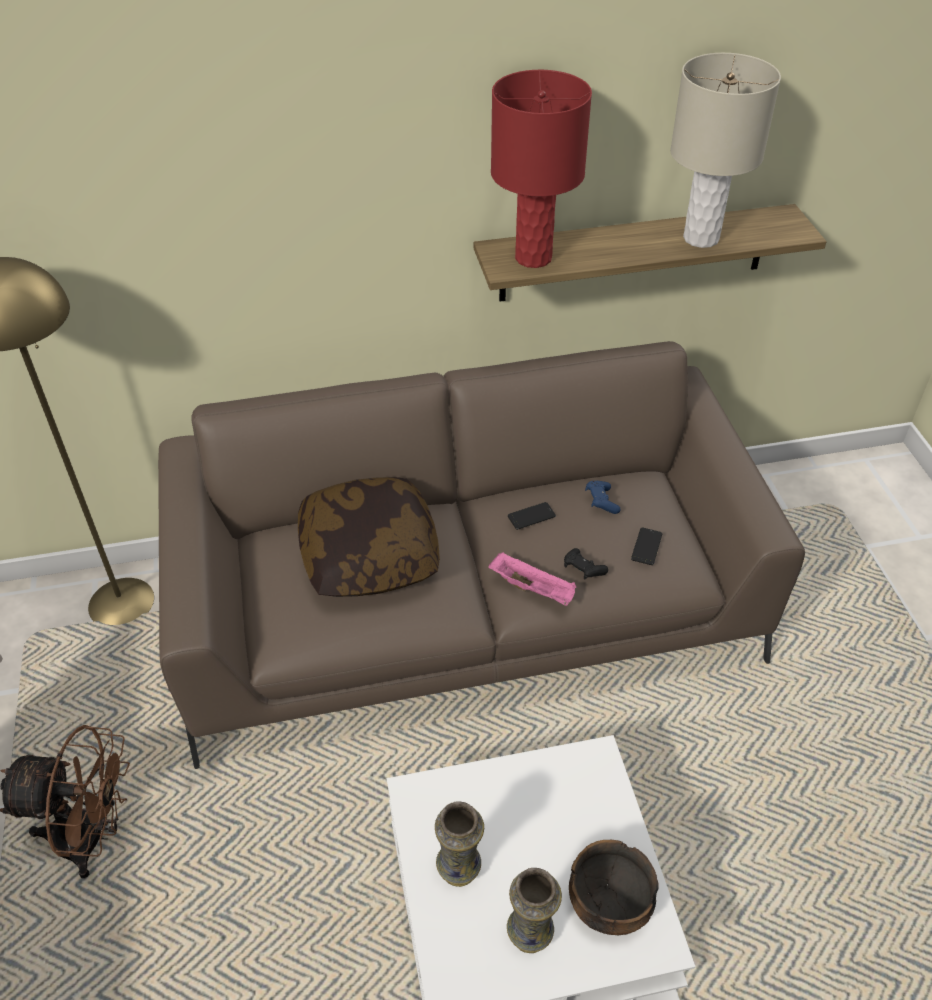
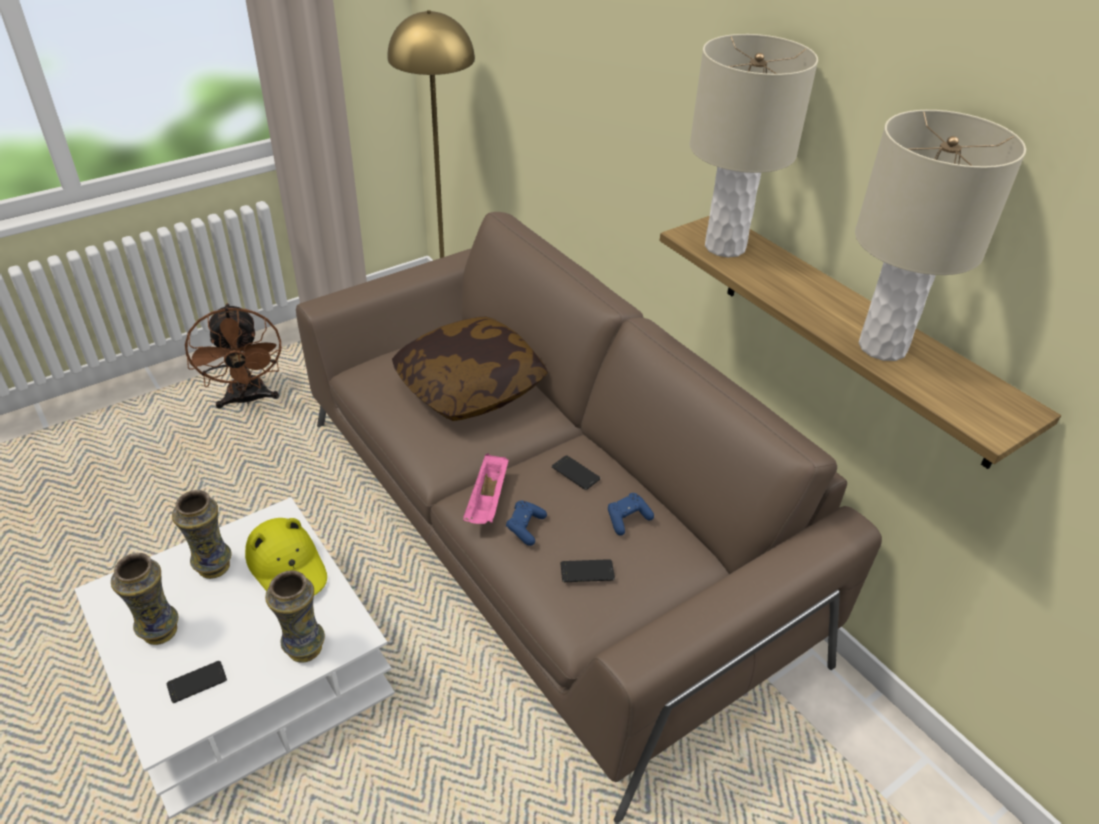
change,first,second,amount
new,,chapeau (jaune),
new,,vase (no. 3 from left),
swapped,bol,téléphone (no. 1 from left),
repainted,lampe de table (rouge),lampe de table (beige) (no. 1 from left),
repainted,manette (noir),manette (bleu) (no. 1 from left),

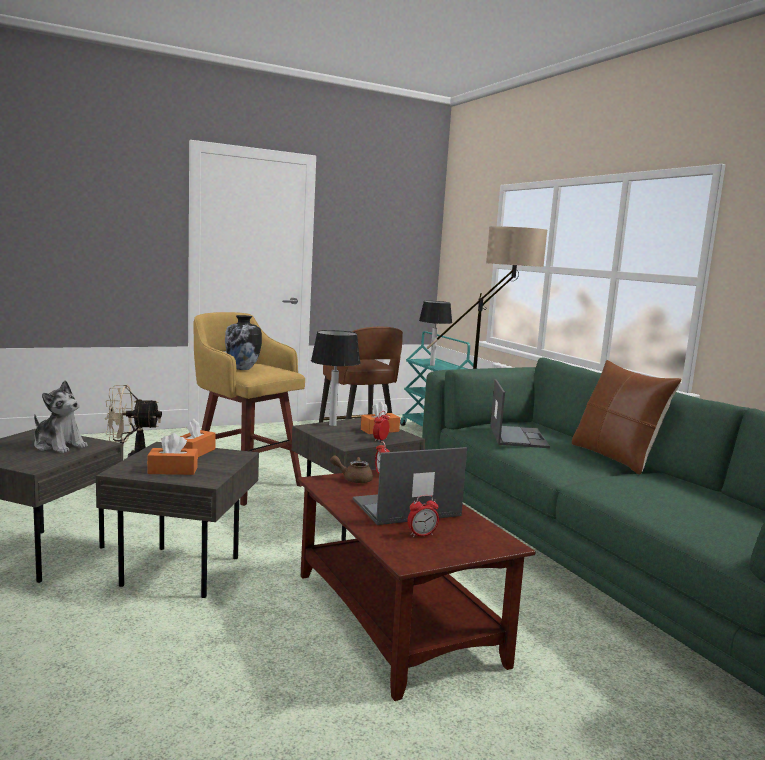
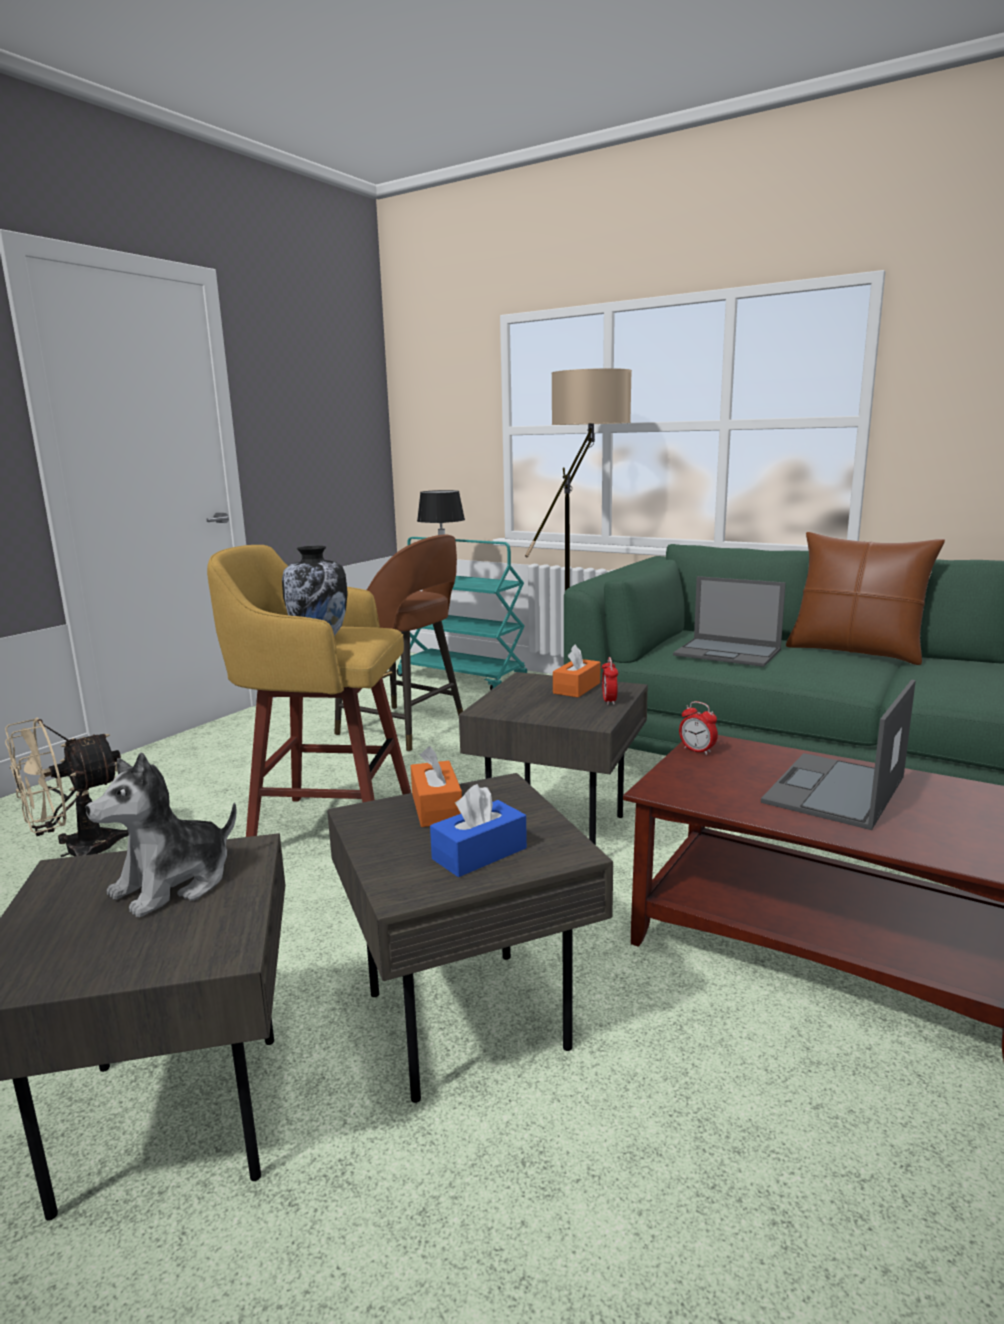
change,first,second,amount
gone,lampe de table (no. 1 from left),,
gone,théière (marron),,
gone,réveil (no. 3 from left),,
repainted,boîte à mouchoirs (orange) (no. 1 from left),boîte à mouchoirs (bleu),
rotated,peluche,,135 degrees clockwise
rotated,ordinateur portable (no. 2 from left in the first image),ordinateur portable (no. 1 from left),150 degrees clockwise

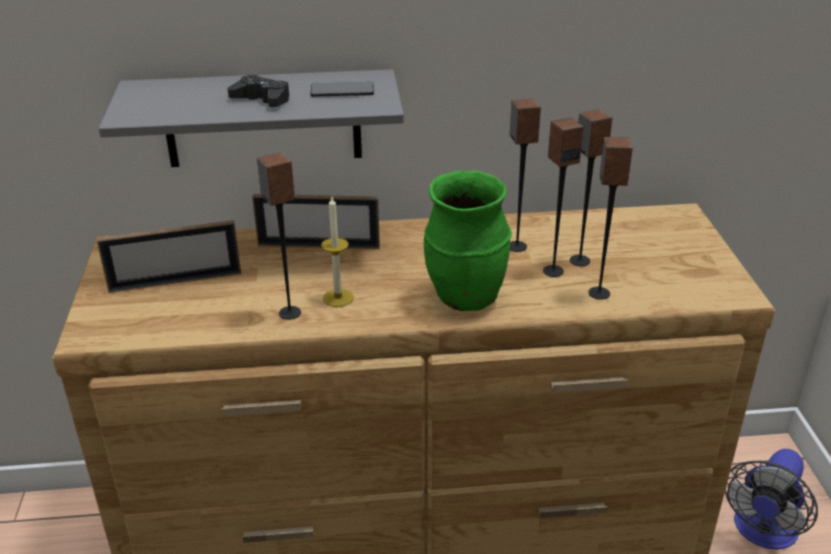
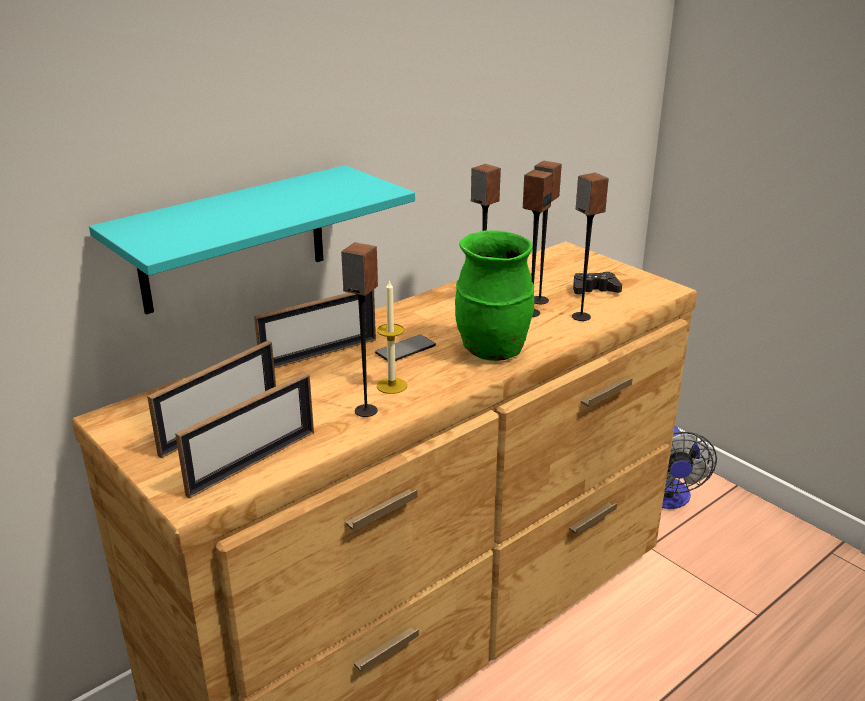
change,first,second,amount
new,,cadre photo (no. 2 from left),
shifted,manette (noir),,
shifted,téléphone,,
repainted,étagère (gris),étagère (turquoise),

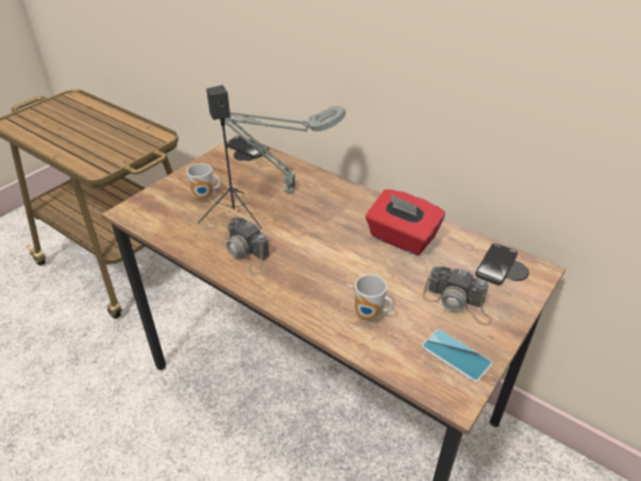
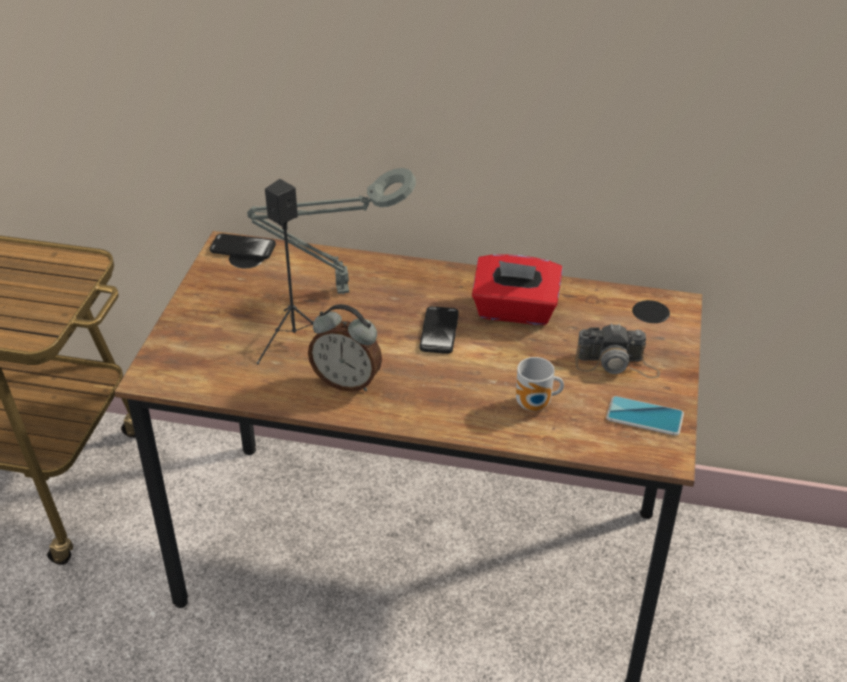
change,first,second,amount
gone,mug (no. 1 from left),,
shifted,téléphone (no. 3 from left in the first image),téléphone (no. 2 from left),
swapped,appareil photo (no. 1 from left),réveil,

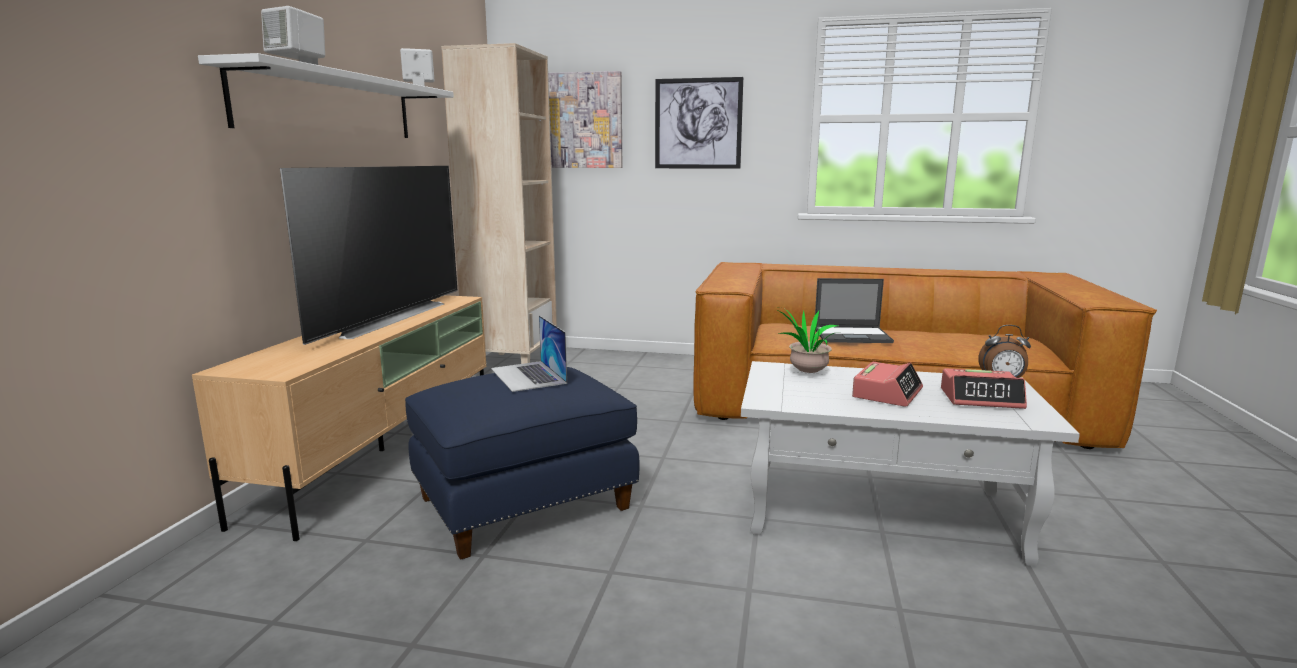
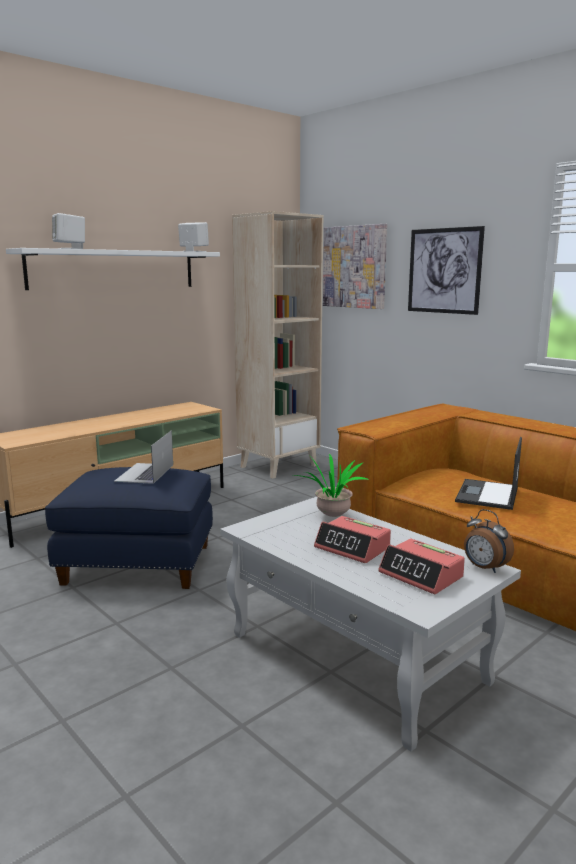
change,first,second,amount
gone,téléviseur,,
rotated,ordinateur portable (no. 2 from left),,75 degrees clockwise
rotated,réveil (no. 1 from left),,60 degrees clockwise

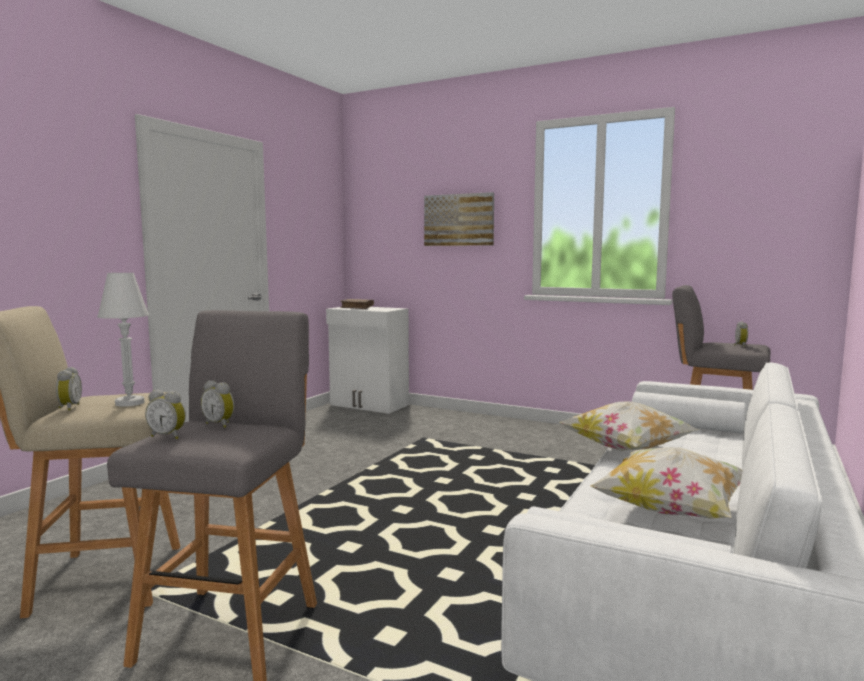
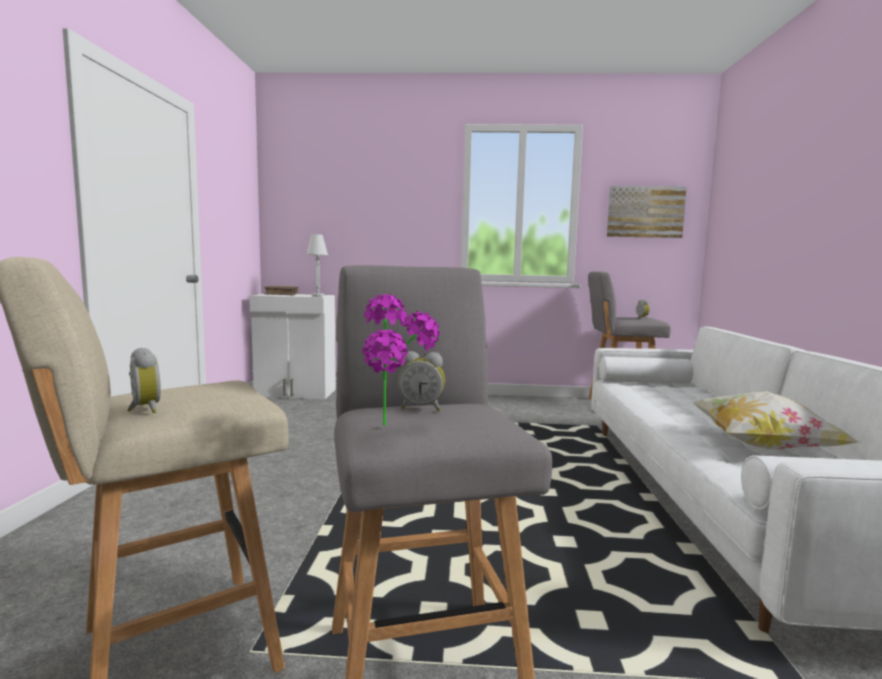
change,first,second,amount
gone,coussin (no. 1 from left),,
shifted,lampe de table (blanc),,
shifted,tableau,,
swapped,réveil (no. 2 from left),plante en pot,

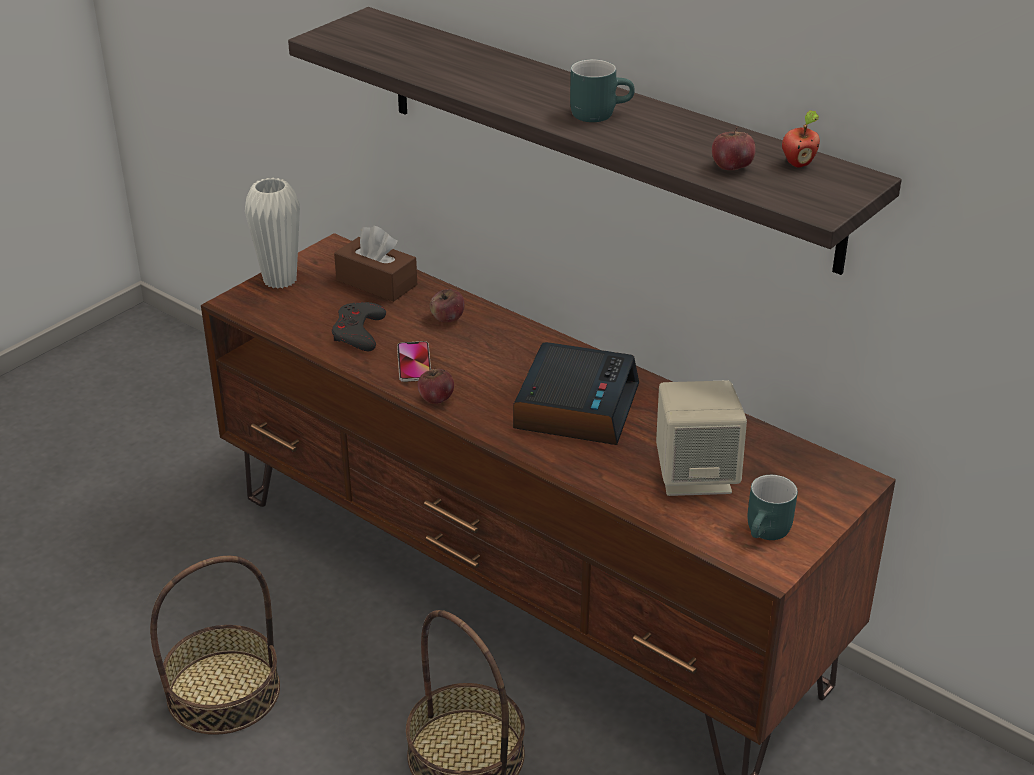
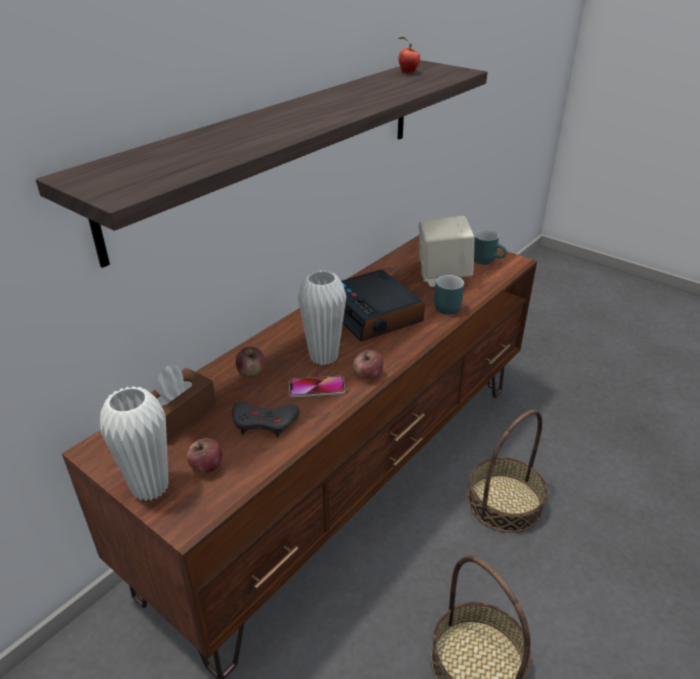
change,first,second,amount
new,,vase (blanc) (no. 2 from left),
shifted,mug (turquoise) (no. 1 from left),,
shifted,pomme (no. 3 from left in the first image),pomme (no. 1 from left),
rotated,réveil,,135 degrees counterclockwise

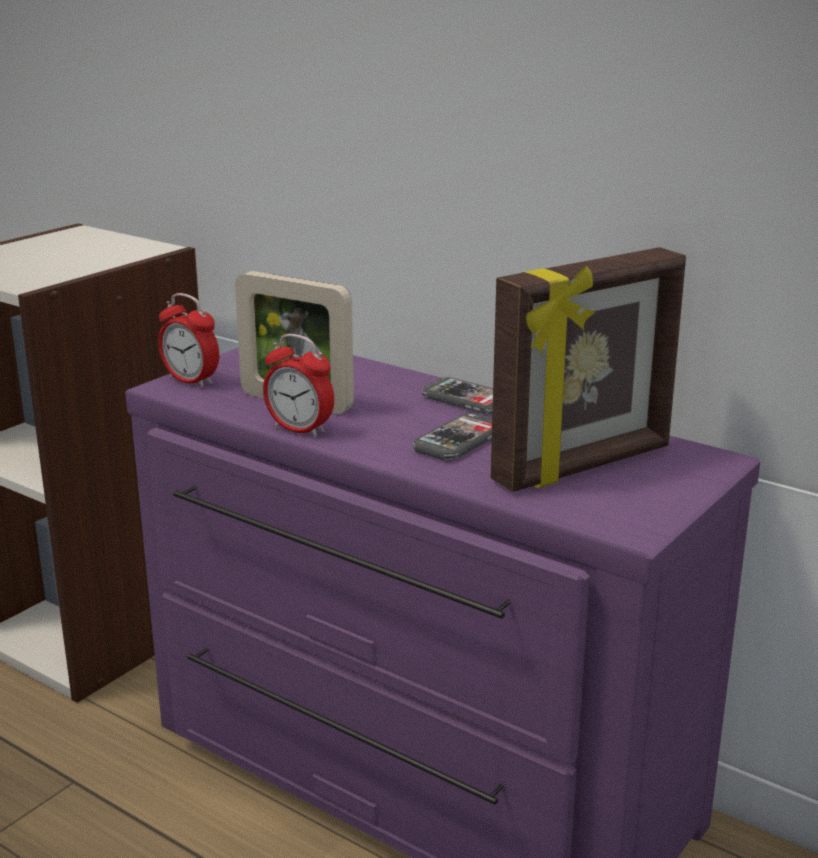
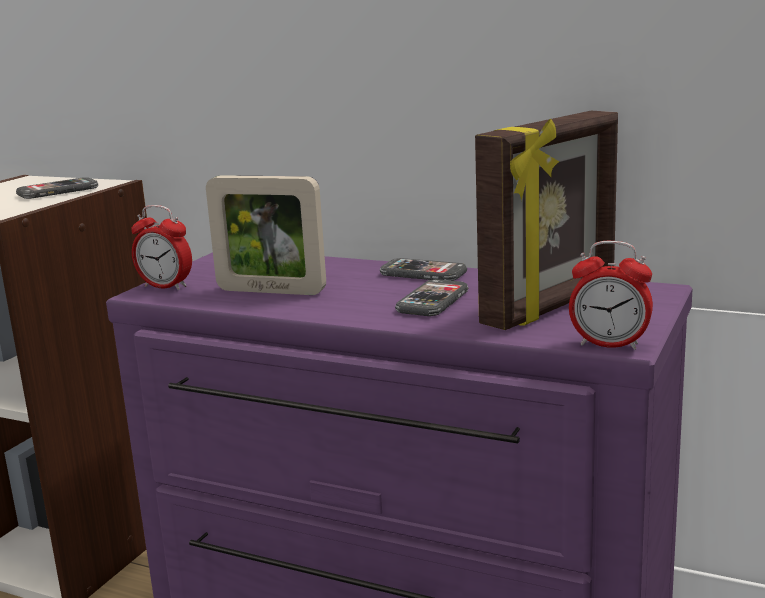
change,first,second,amount
new,,téléphone (no. 1 from left),
shifted,réveil (no. 2 from left),,

